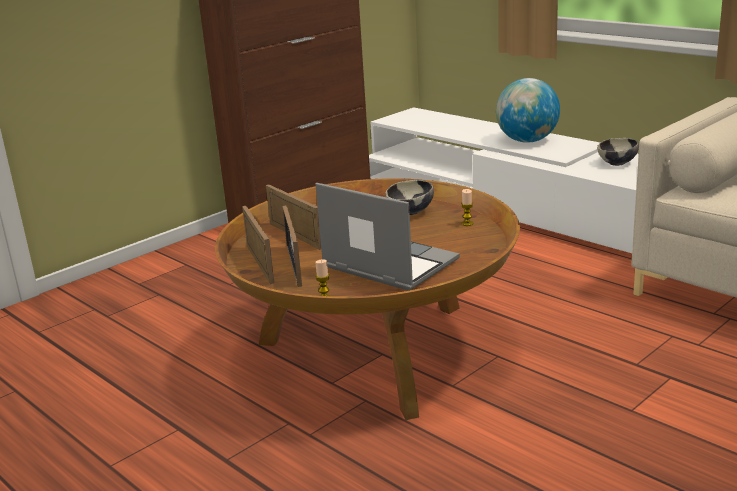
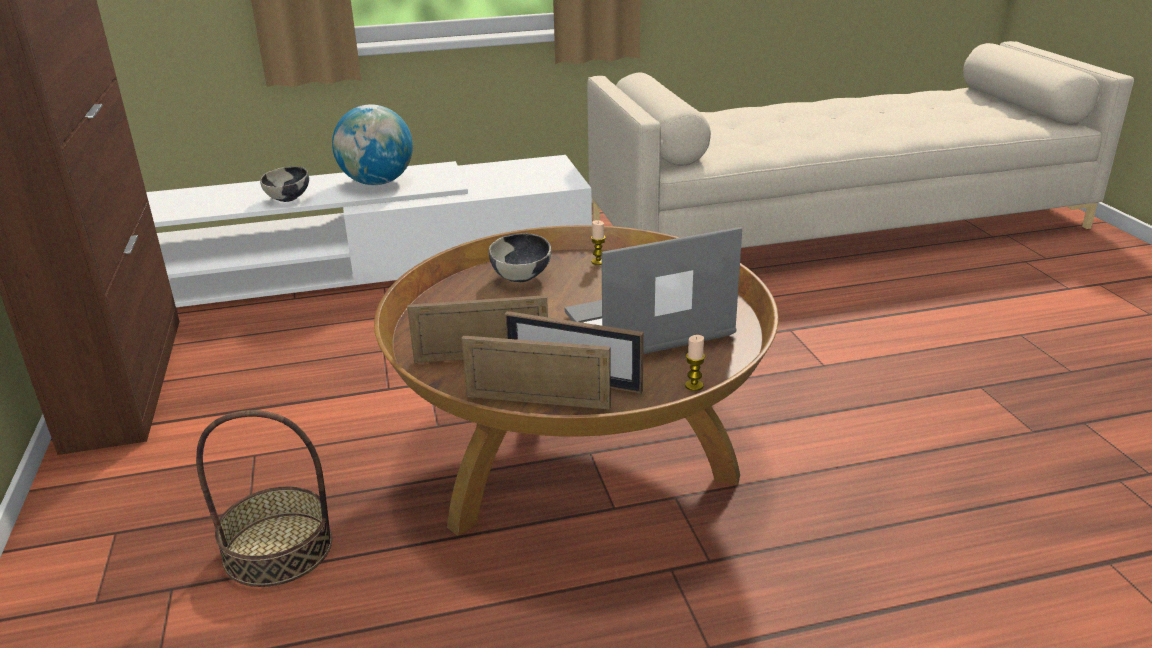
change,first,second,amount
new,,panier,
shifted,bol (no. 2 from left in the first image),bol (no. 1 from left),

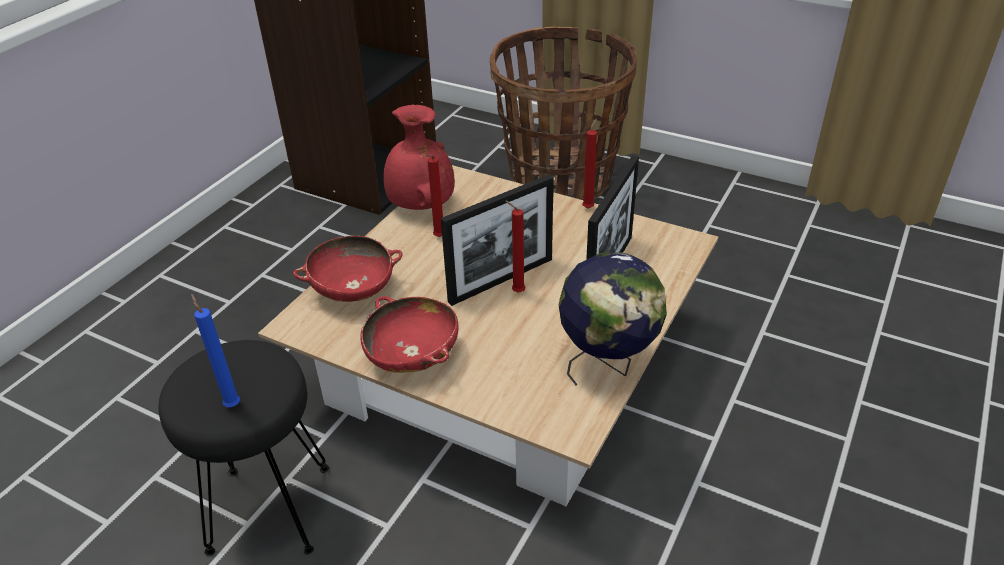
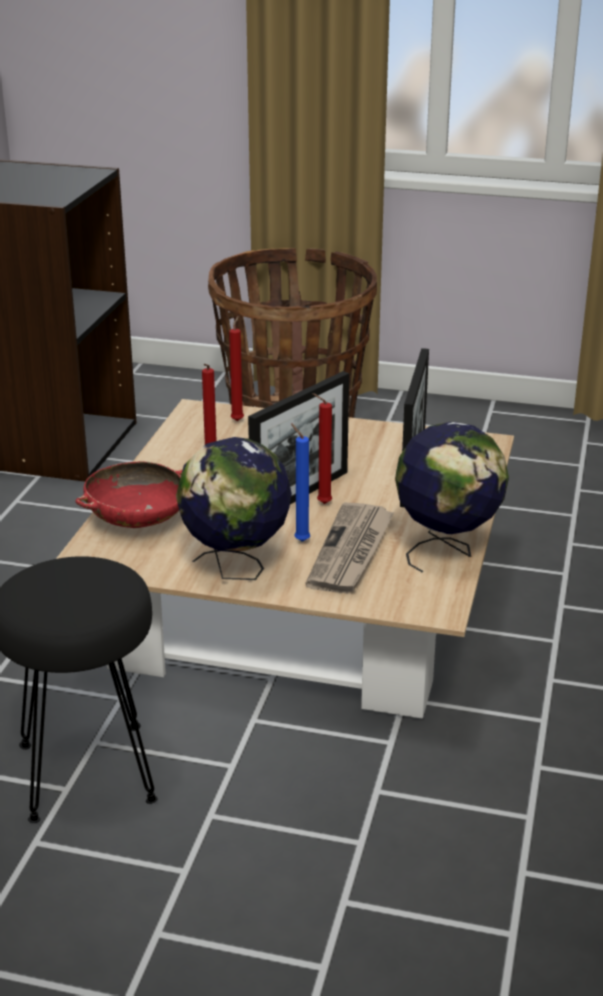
change,first,second,amount
gone,vase (rouge),,
new,,journal,
shifted,bougie (bleu),,
shifted,bougie (rouge) (no. 3 from left in the first image),bougie (rouge) (no. 2 from left),
swapped,bol (rouge) (no. 2 from left),globe (no. 1 from left),

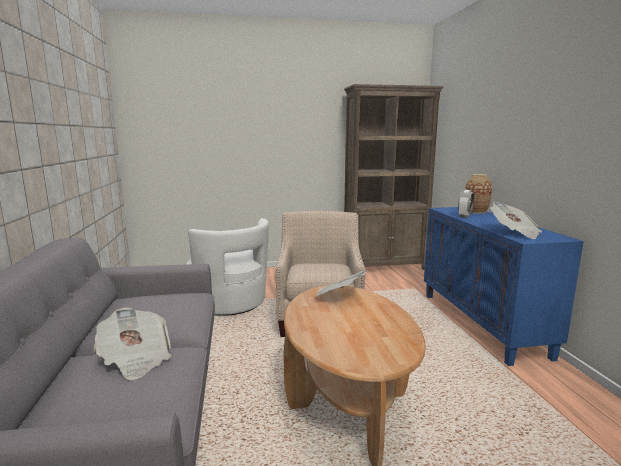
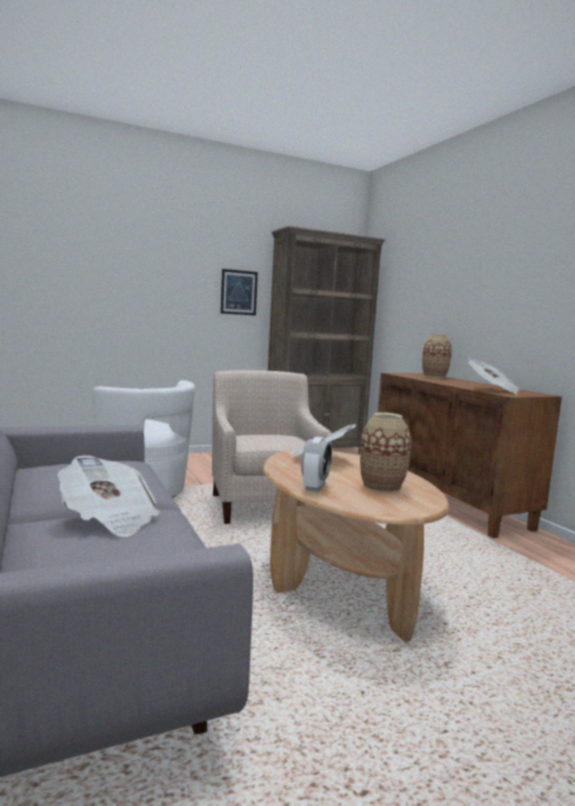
change,first,second,amount
new,,tableau,
new,,vase (no. 1 from left),
shifted,réveil,,
repainted,meuble de rangement (bleu),meuble de rangement (marron),

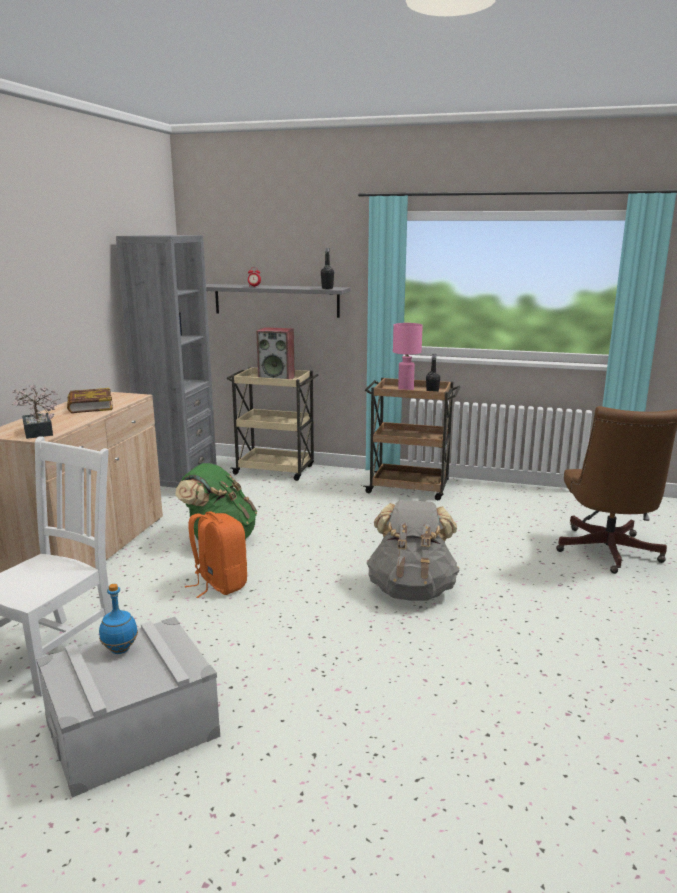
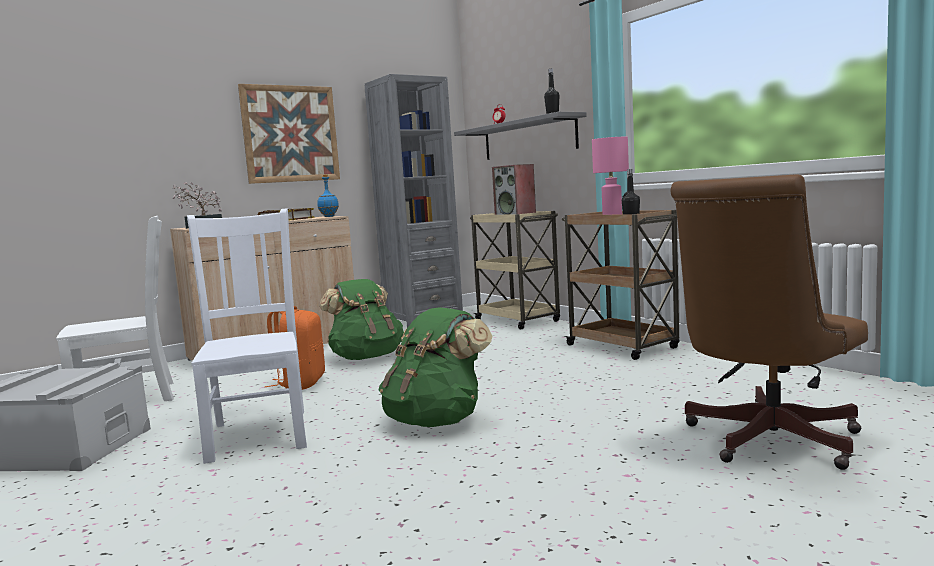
change,first,second,amount
new,,chaise (blanc) (no. 2 from left),
new,,tableau,
shifted,bouteille (bleu),,
repainted,sac à dos (gris),sac à dos (vert) (no. 2 from left),

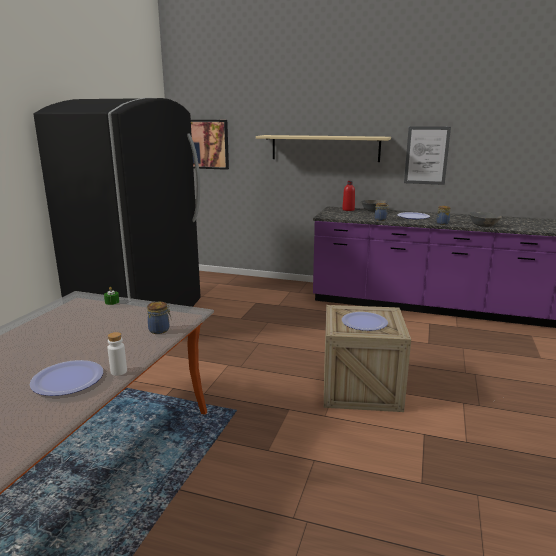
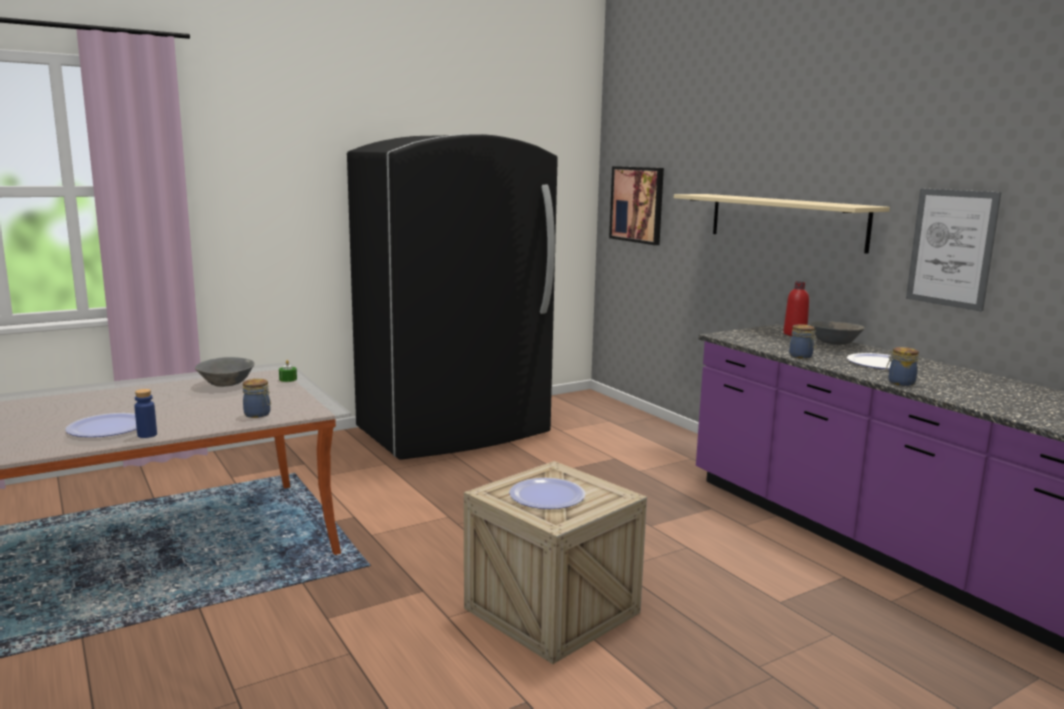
change,first,second,amount
shifted,bol (gris) (no. 2 from left in the first image),bol (gris) (no. 1 from left),
repainted,bouteille (blanc),bouteille (bleu),

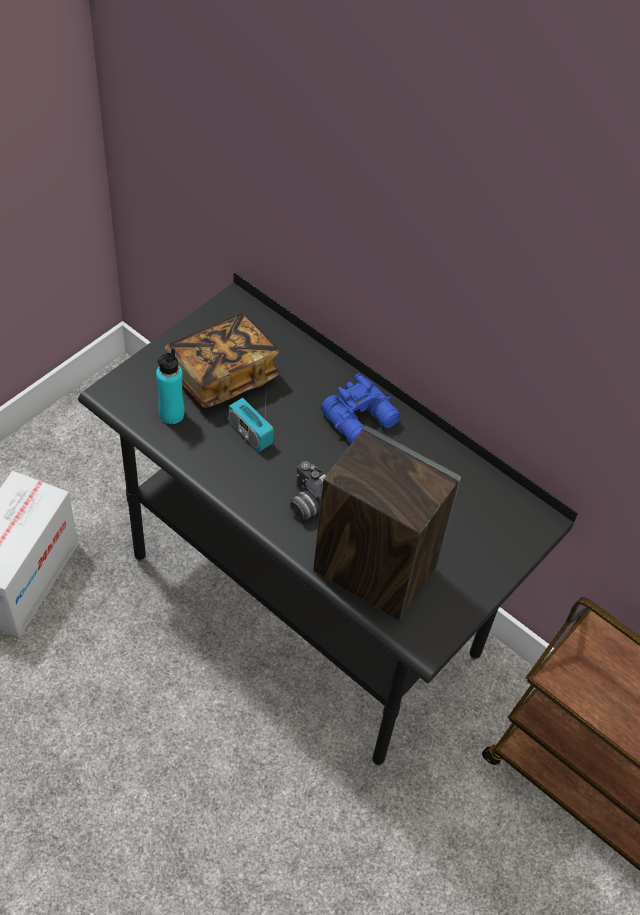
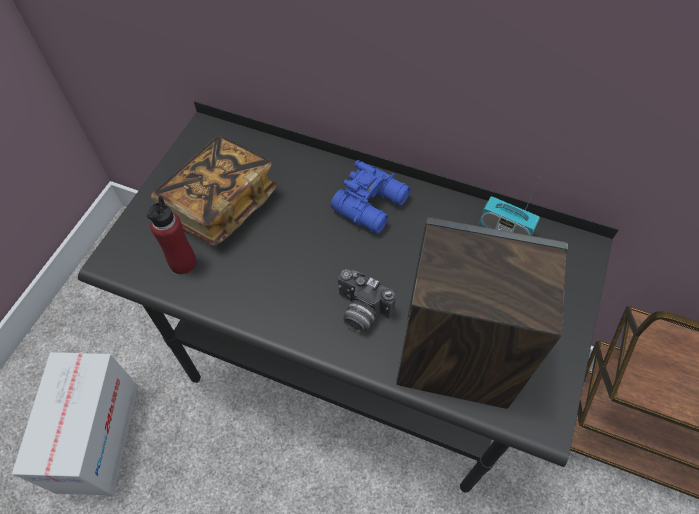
change,first,second,amount
shifted,radio,,
repainted,bouteille (turquoise),bouteille (rouge),

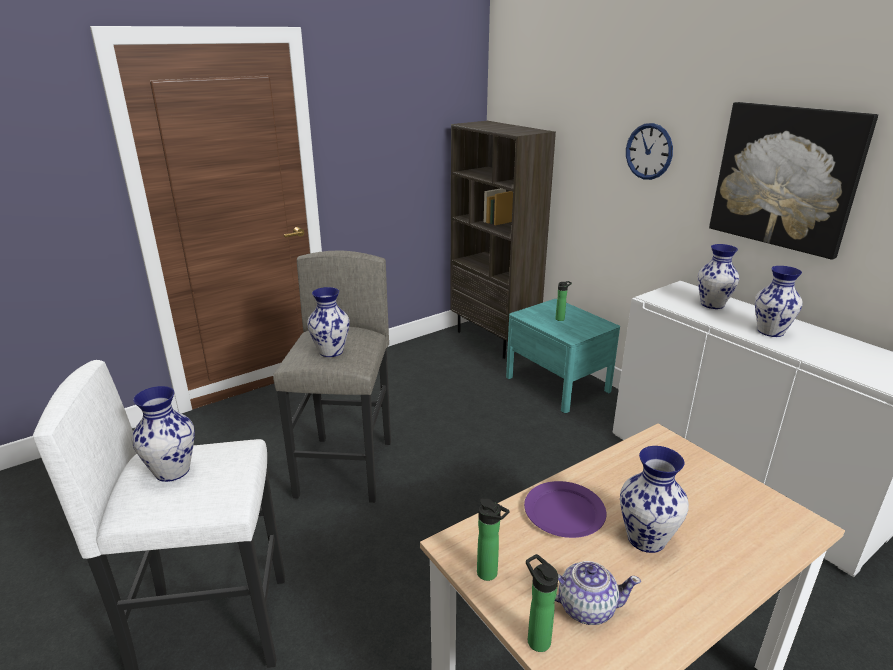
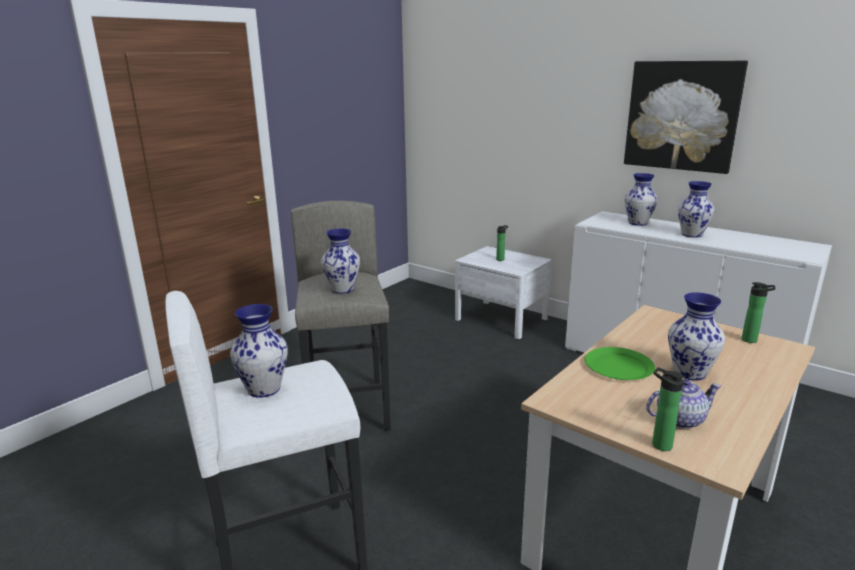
change,first,second,amount
gone,bibliothèque (marron),,
gone,horloge murale,,
shifted,bouteille (no. 1 from left in the first image),bouteille (no. 3 from left),
repainted,table de chevet (turquoise),table de chevet (blanc),
repainted,assiette (violet),assiette (vert),

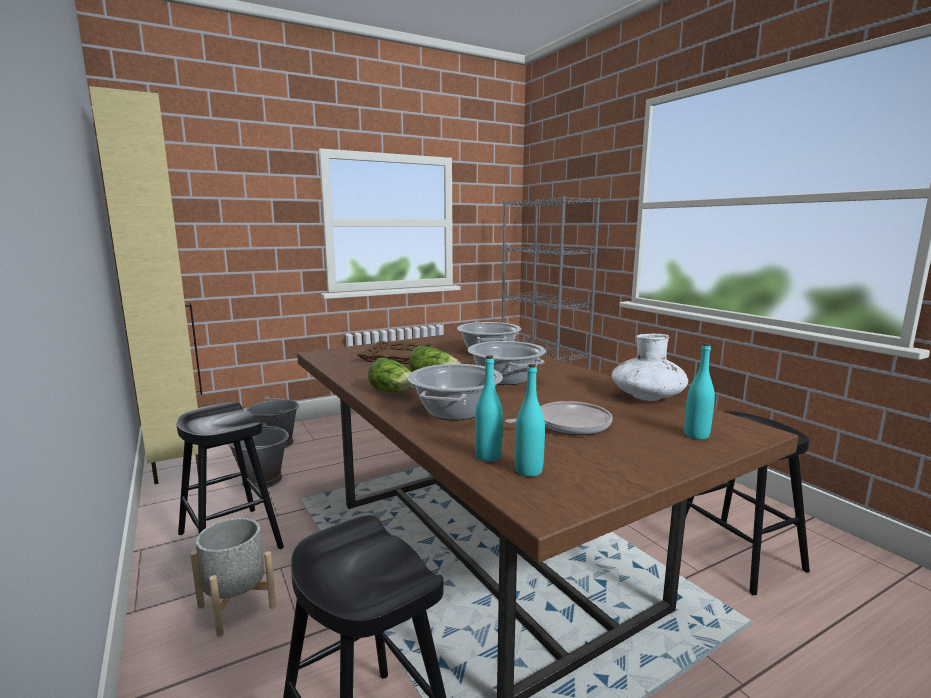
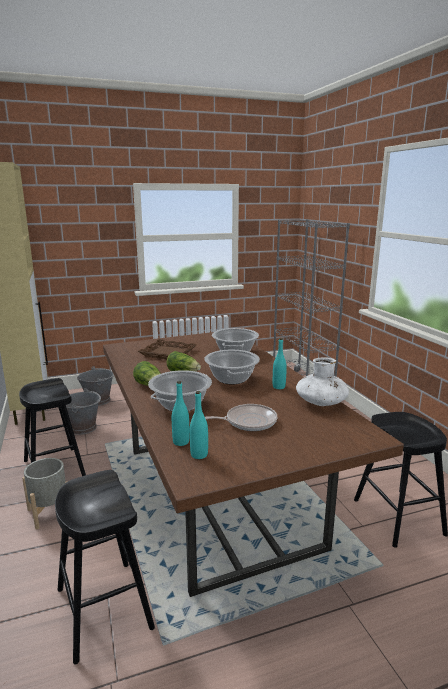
change,first,second,amount
shifted,bouteille (turquoise) (no. 3 from left),,

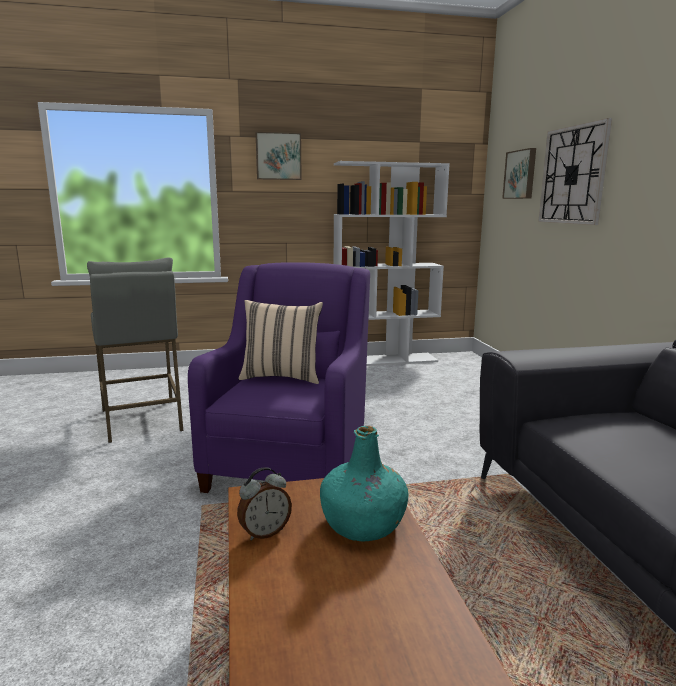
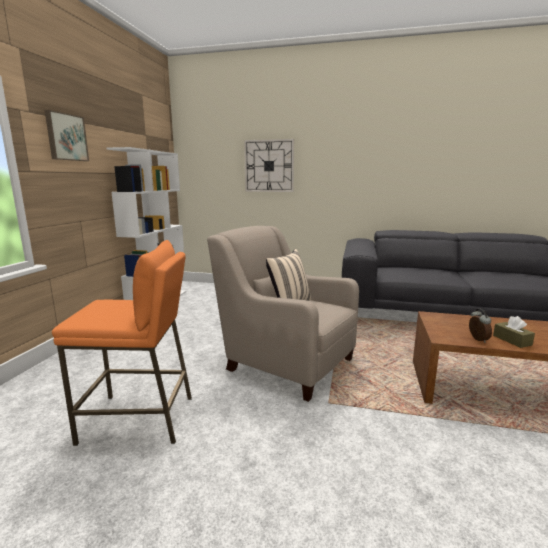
change,first,second,amount
gone,bouteille (turquoise),,
gone,tableau (no. 2 from left),,
new,,boîte à mouchoirs (marron),
repainted,tabouret (gris),tabouret (orange),
repainted,fauteuil (violet),fauteuil (beige),

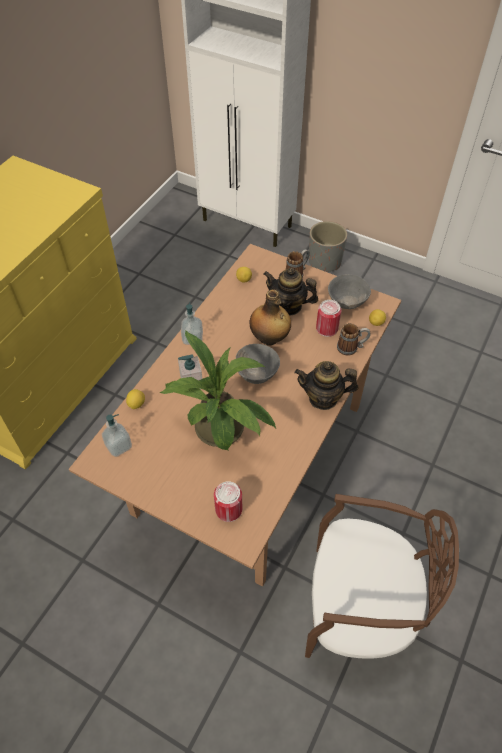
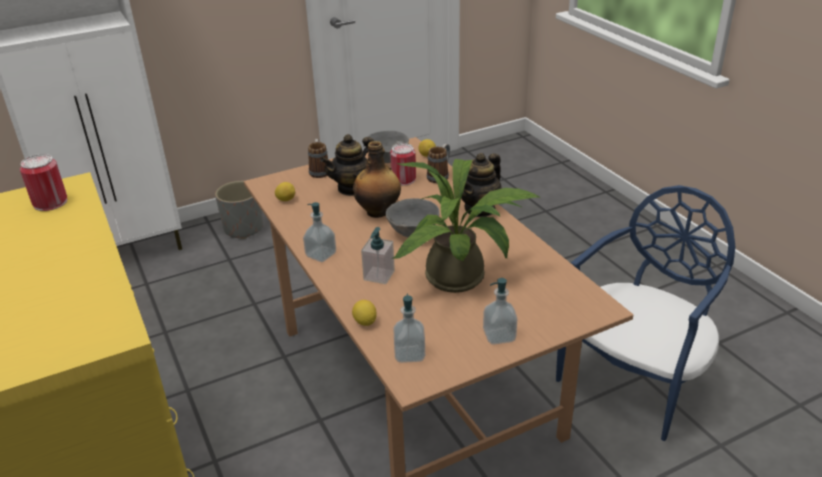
change,first,second,amount
new,,distributeur de savon (no. 4 from left),
shifted,boîte métallique (no. 1 from left),,
repainted,chaise (marron),chaise (bleu),

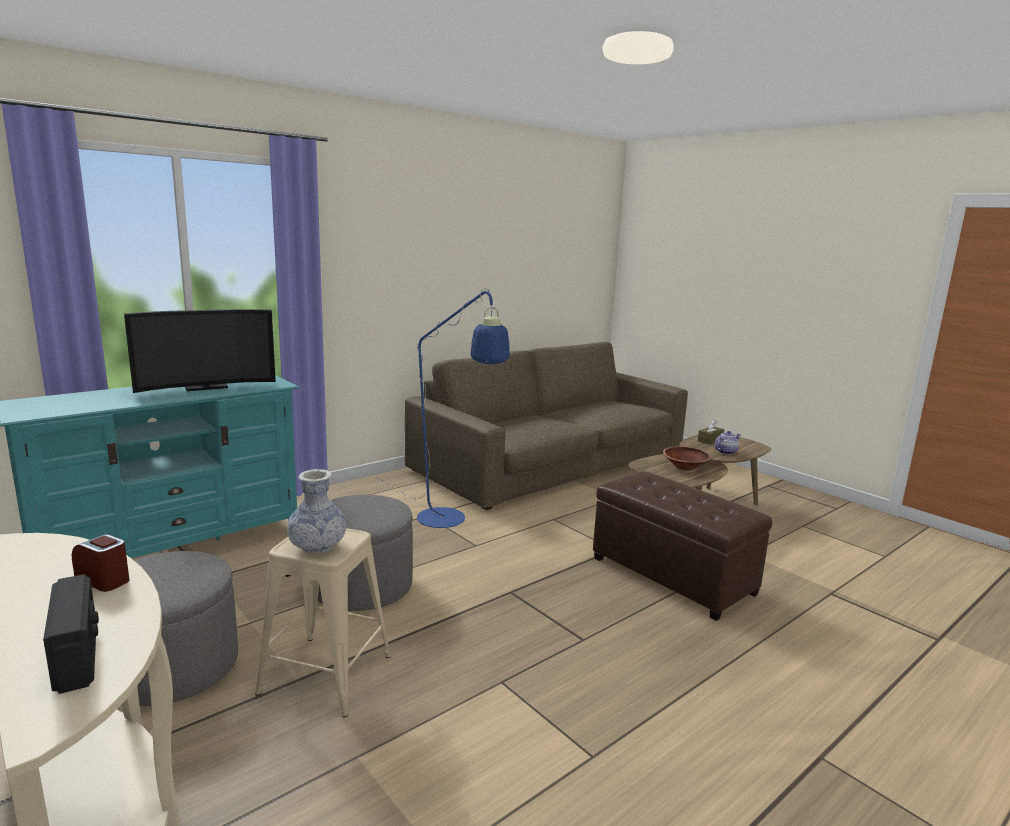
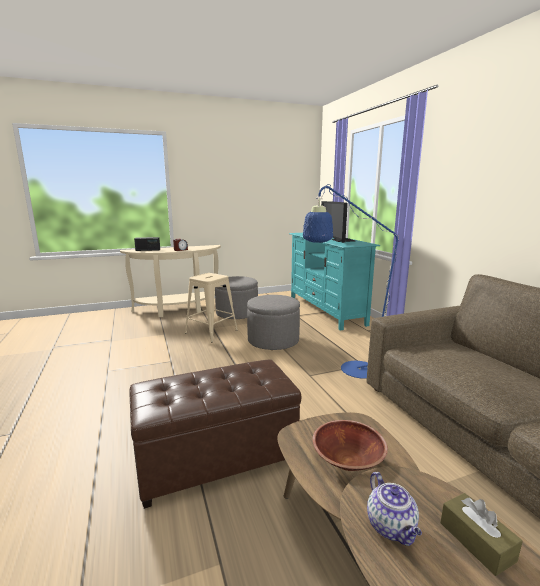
change,first,second,amount
gone,vase,,

